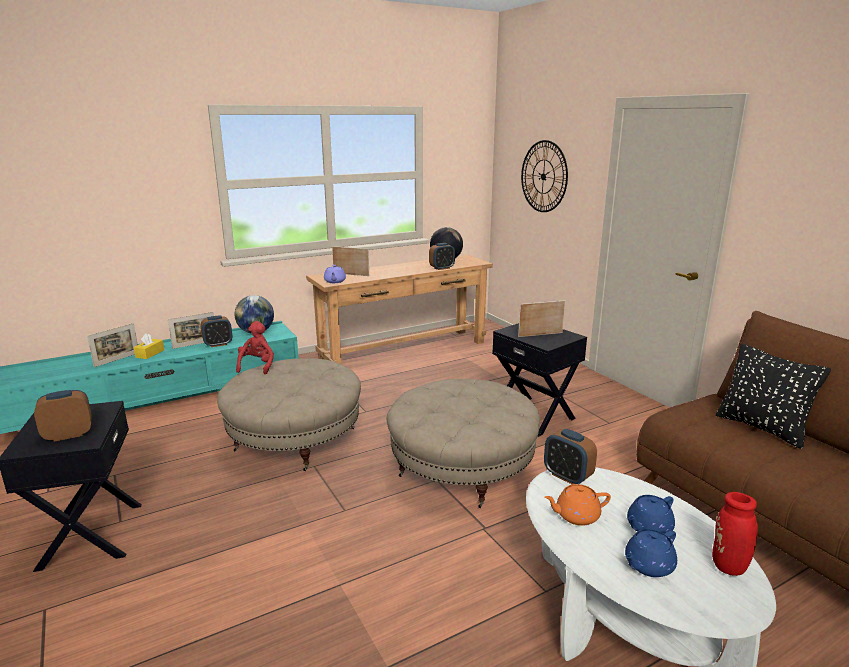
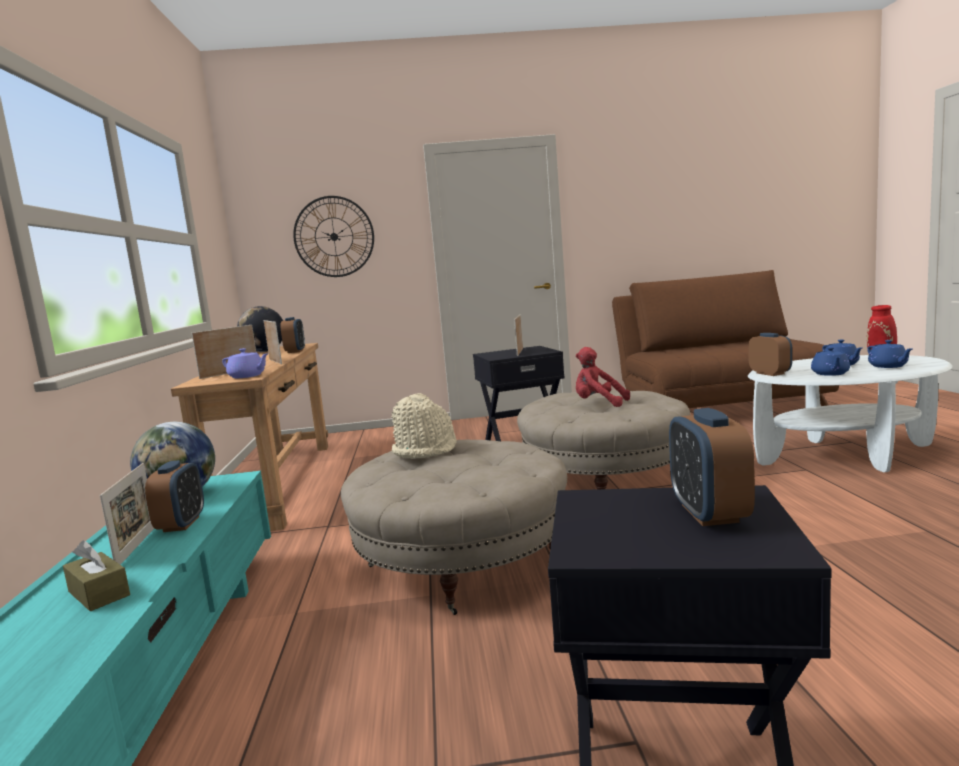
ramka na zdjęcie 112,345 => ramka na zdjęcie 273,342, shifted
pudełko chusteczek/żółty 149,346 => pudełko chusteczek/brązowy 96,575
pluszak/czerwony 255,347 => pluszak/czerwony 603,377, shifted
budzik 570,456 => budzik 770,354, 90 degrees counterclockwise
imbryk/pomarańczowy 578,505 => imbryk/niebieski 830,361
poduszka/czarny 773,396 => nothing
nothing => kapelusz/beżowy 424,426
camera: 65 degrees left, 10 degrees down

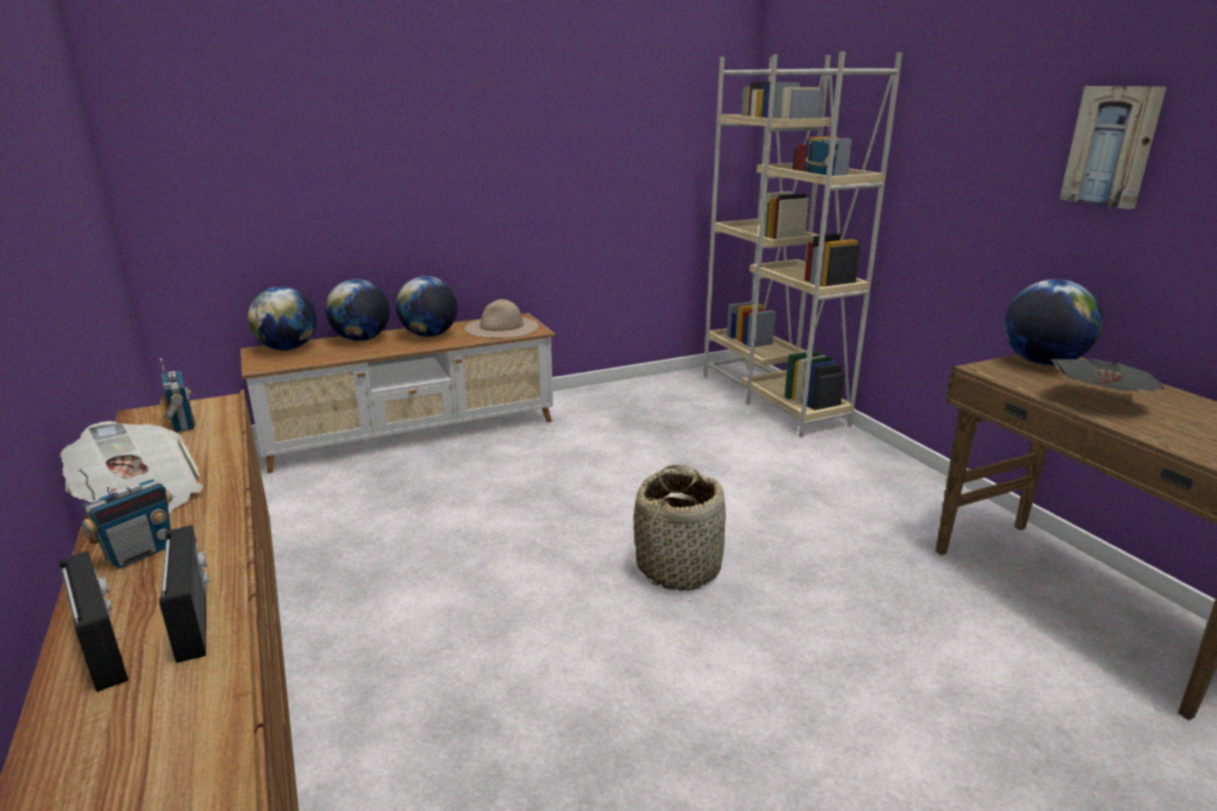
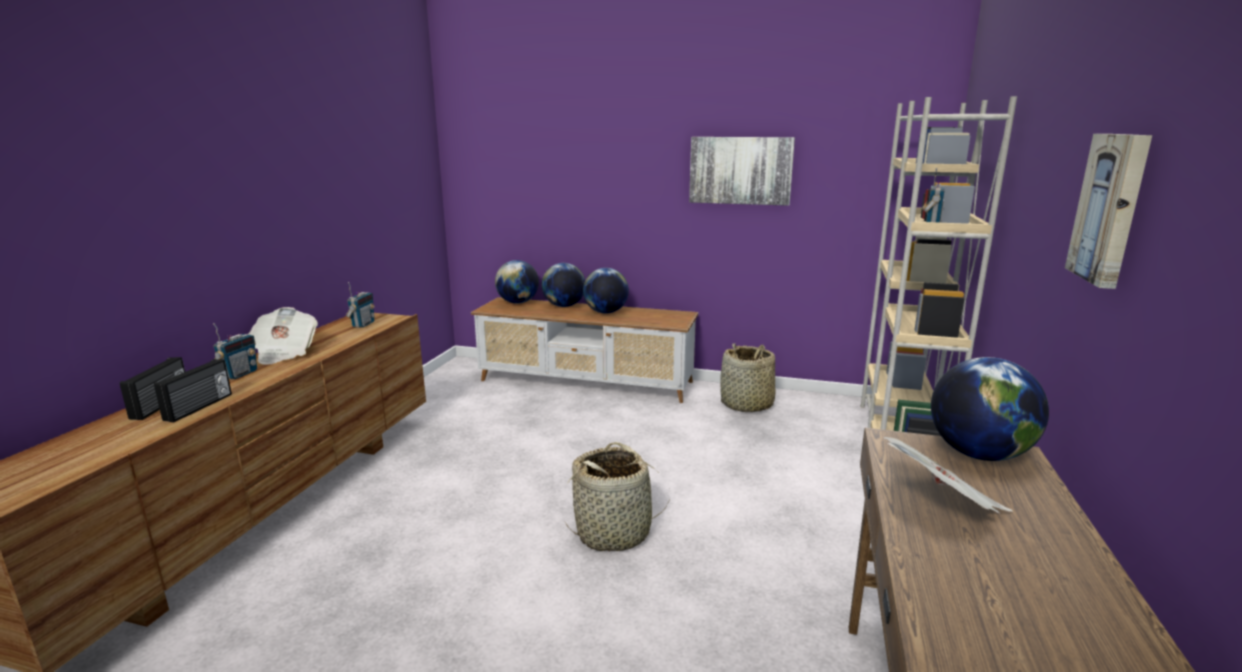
radio 125,518 => radio 235,351, 60 degrees counterclockwise
kapelusz/beżowy 501,318 => nothing
nothing => obraz 742,171
nothing => koszyk 747,378
camera: 40 degrees right, 5 degrees down

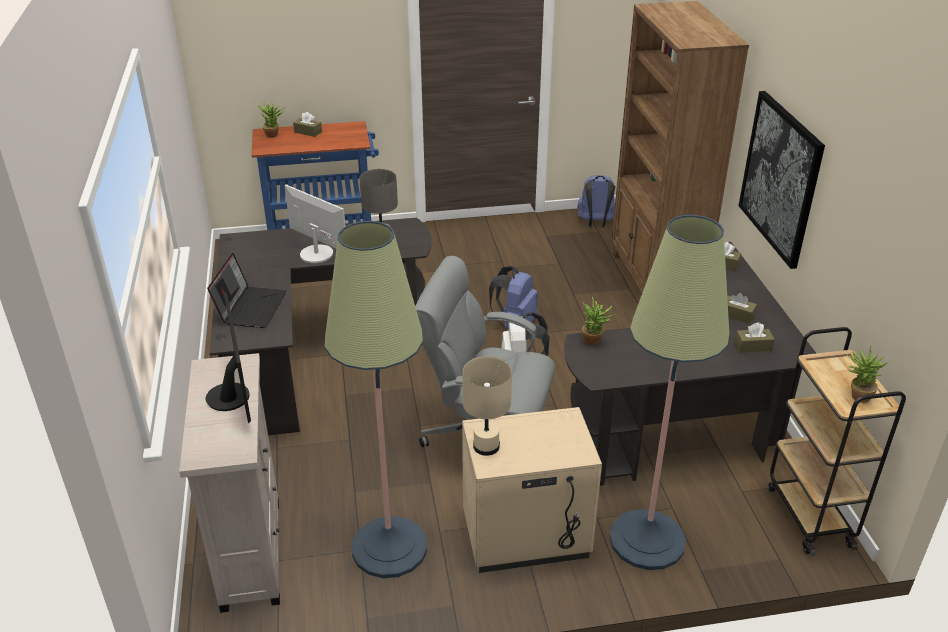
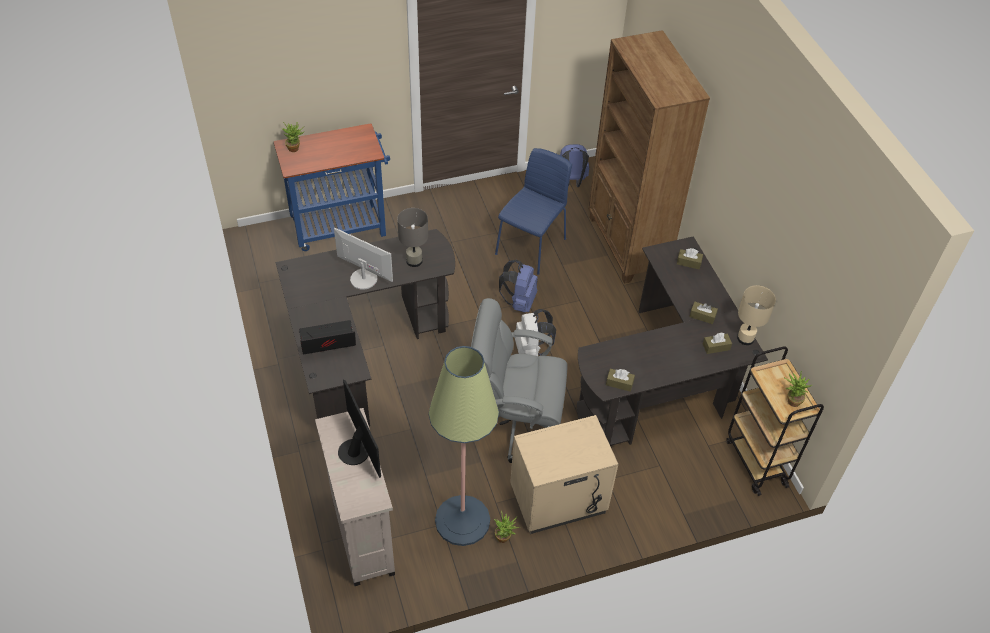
laptop 247,290 => laptop 327,337, 105 degrees counterclockwise
pudełko chusteczek/brązowy 307,124 => pudełko chusteczek/brązowy 620,380, shifted
lampa stołowa/beżowy 487,406 => lampa stołowa/beżowy 756,315, shifted
roślina doniczkowa 599,321 => roślina doniczkowa 506,527, shifted
lampa stojąca 669,392 => nothing
obraz 781,180 => nothing
nothing => krzesło/niebieski 533,211
camera: 10 degrees left, 15 degrees up

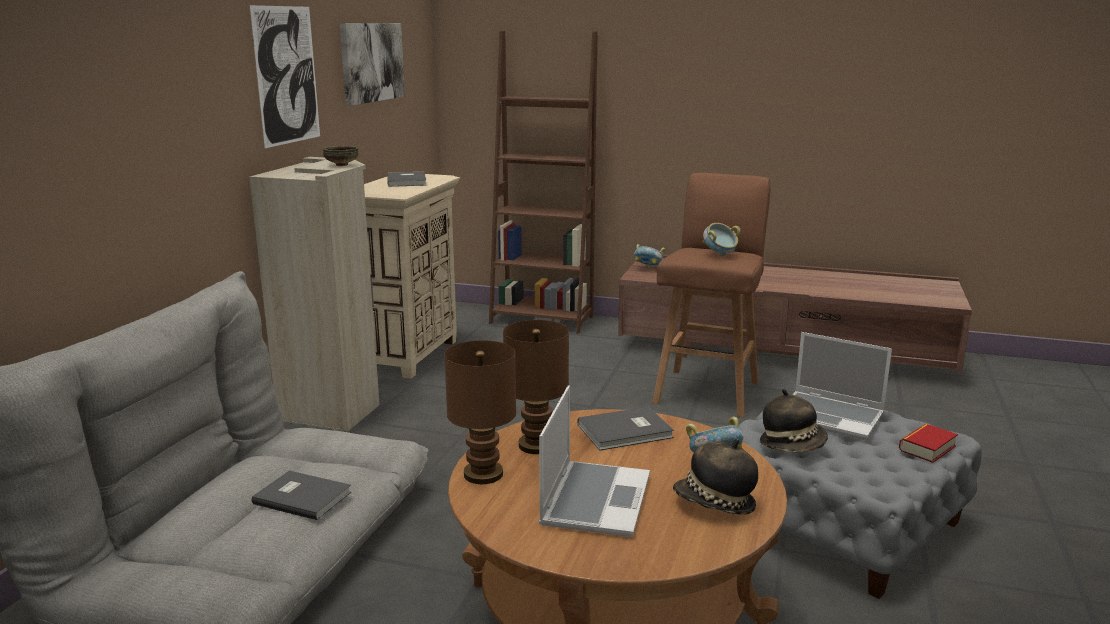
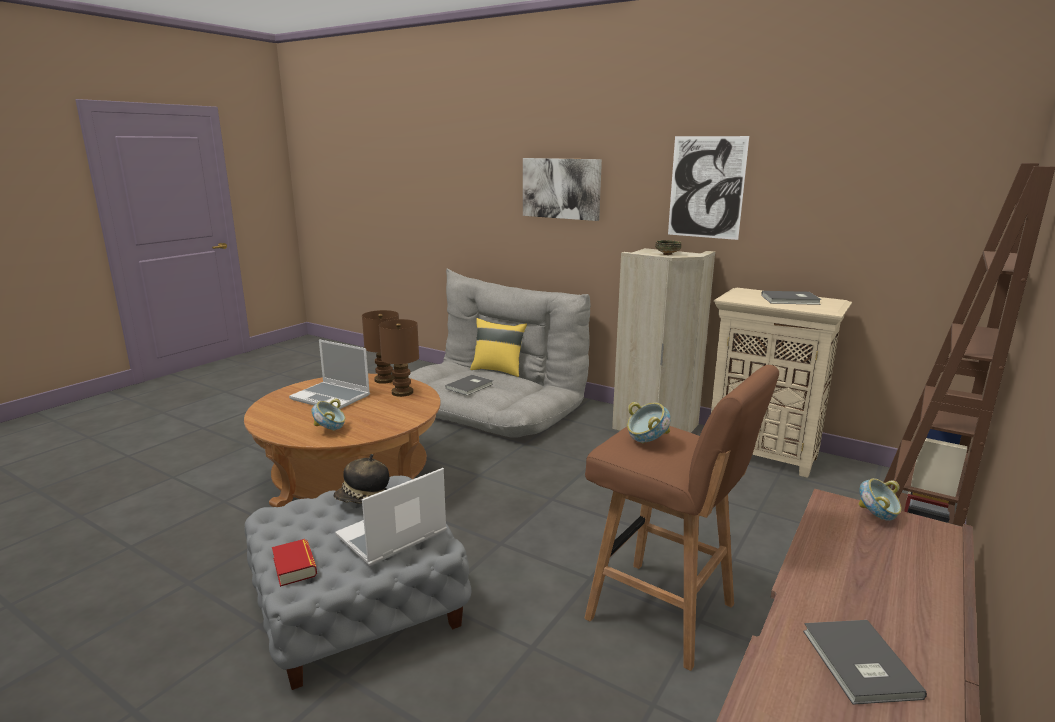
obraz 372,64 => obraz 562,189, shifted
książka/szary 626,429 => książka/szary 865,662, shifted
kapelusz 715,477 => nothing
nothing => poduszka/żółty 498,347
camera: 105 degrees right, 0 degrees up

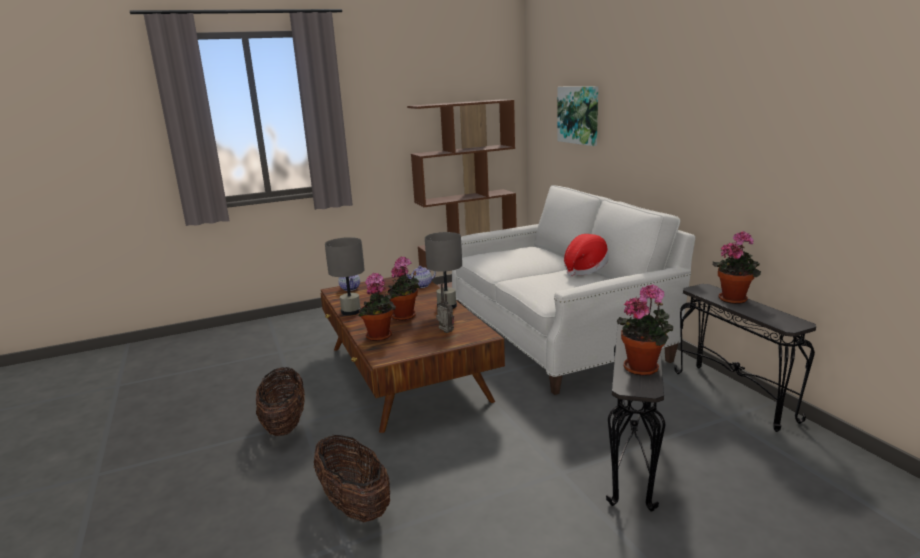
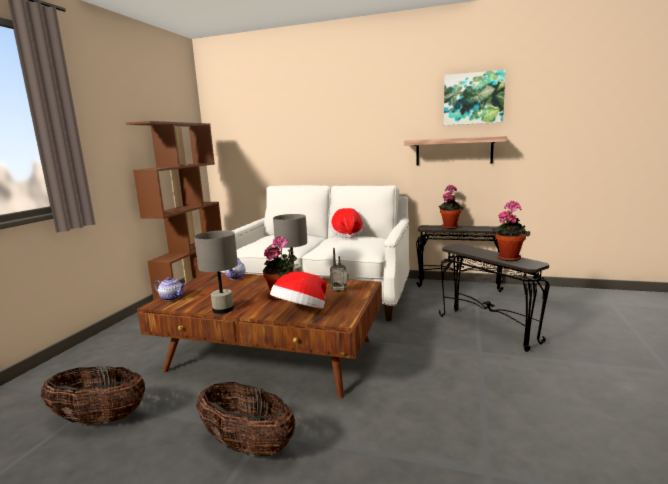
koszyk 352,478 => koszyk 93,395, shifted
roślina doniczkowa 377,307 => kapelusz 298,290
obraz 577,116 => obraz 475,97, shifted
nothing => półka 455,150
camera: 50 degrees left, 5 degrees down

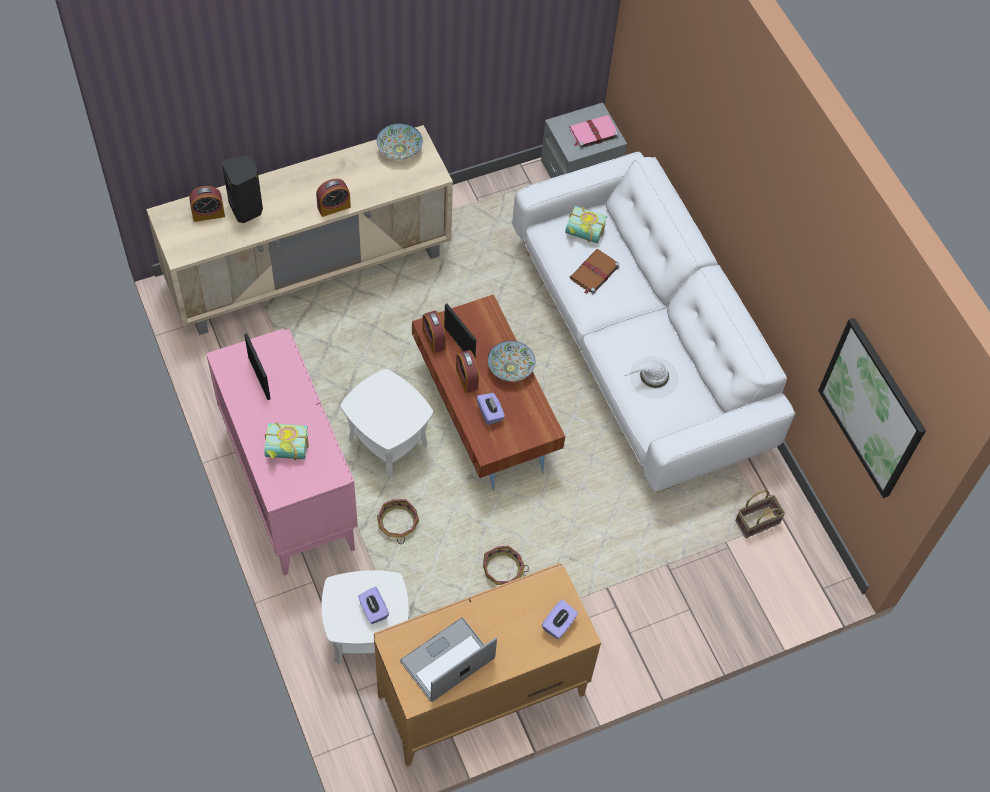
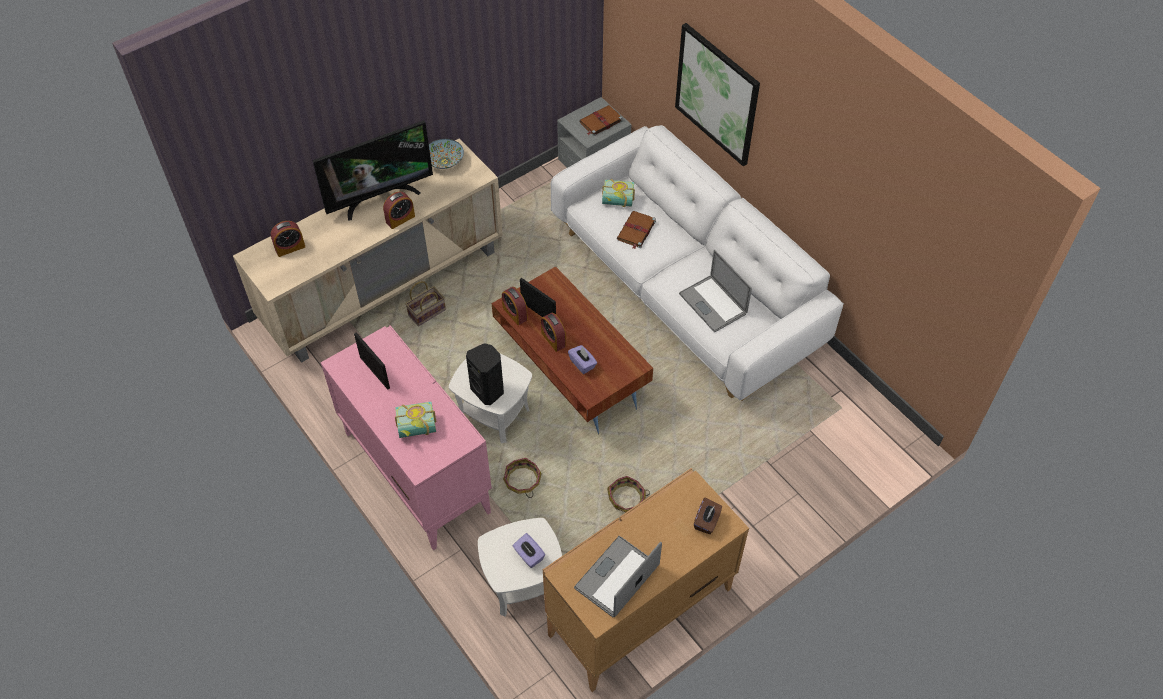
głośnik/czarny 242,189 => głośnik/czarny 485,374, shifted
miska 512,361 => nothing
pudełko chusteczek/fioletowy 560,619 => pudełko chusteczek/brązowy 708,515
książka/różowy 594,132 => książka/brązowy 601,120
kapelusz/biały 651,377 => laptop 715,291
koszyk 760,514 => koszyk 425,303, shifted
obraz 872,408 => obraz 717,94, shifted
nothing => telewizor 373,170
camera: 10 degrees left, 5 degrees down

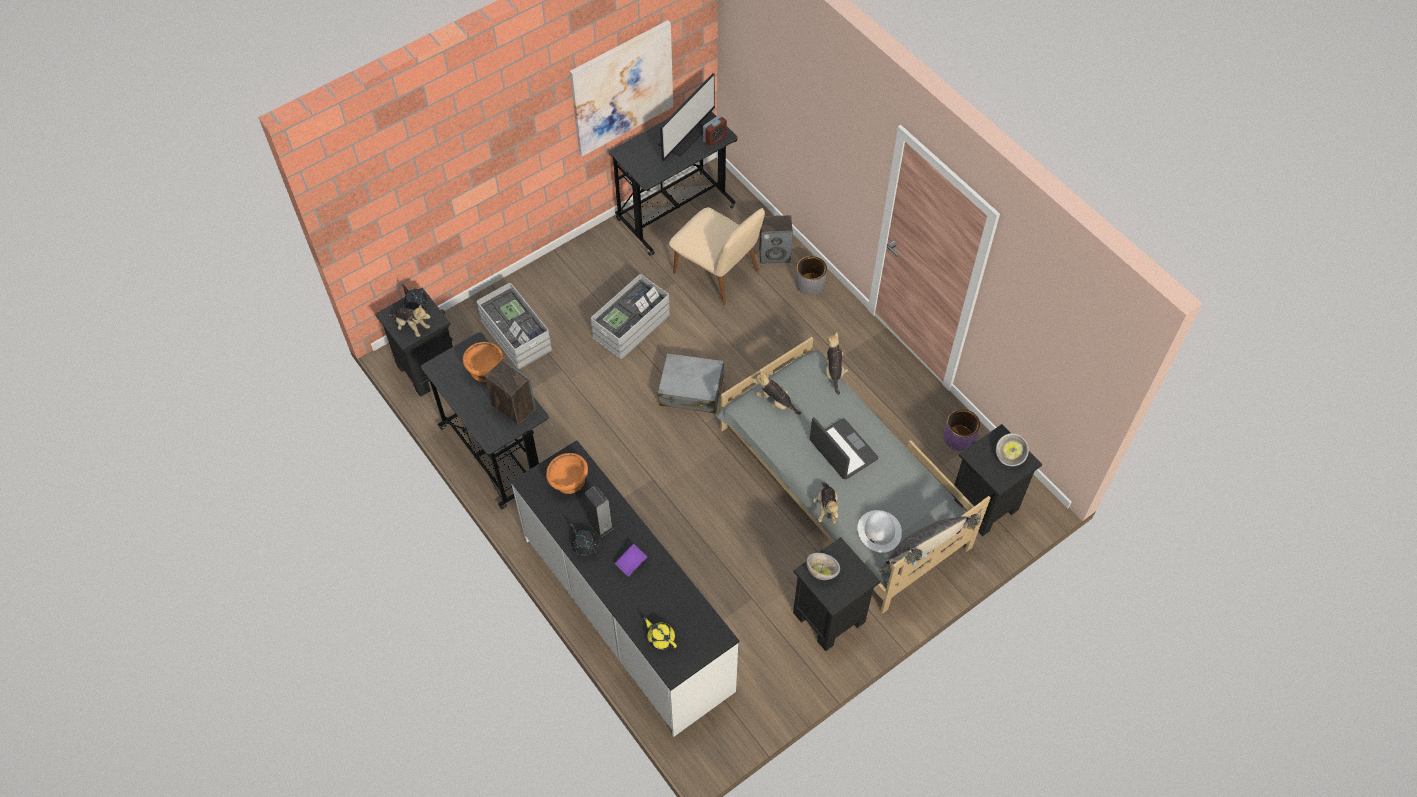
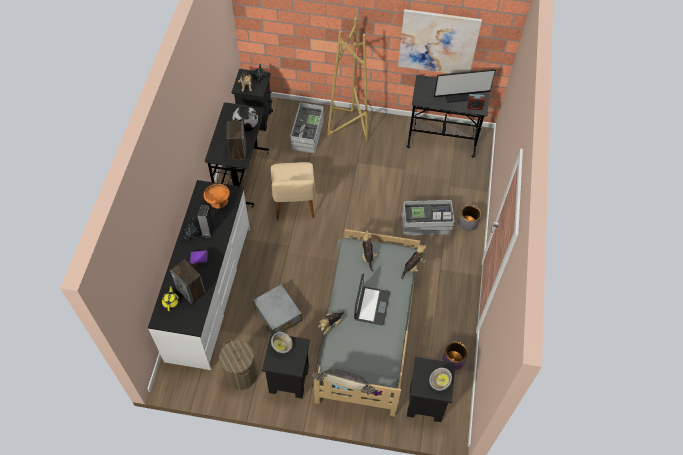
miska/pomarańczowy 483,362 => globus 245,118
pojemnik do przechowywania/szary 630,316 => pojemnik do przechowywania/szary 428,217, shifted
walizka/szary 691,383 => walizka/szary 277,309, shifted
krzesło/beżowy 717,256 => krzesło/beżowy 293,191, shifted
głośnik 776,239 => głośnik 187,282, shifted
kapelusz/biały 879,531 => nothing
nothing => kosz na pranie 238,364
nothing => wieszak/żółty 347,79
camera: 45 degrees right, 0 degrees up

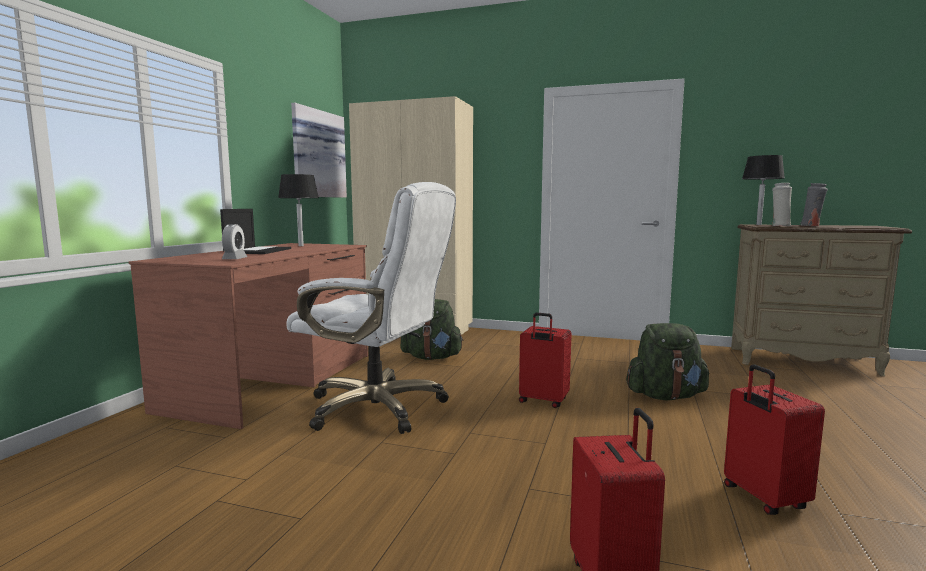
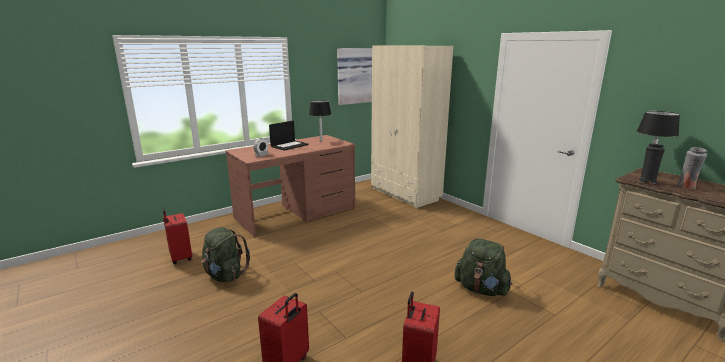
krzesło biurowe/biały 371,308 => nothing
plecak/zielony 432,329 => plecak/zielony 225,254, shifted
walizka/czerwony 545,360 => walizka/czerwony 177,236, shifted
wazon/biały 782,204 => wazon/czarny 652,163
camera: 35 degrees right, 10 degrees up

